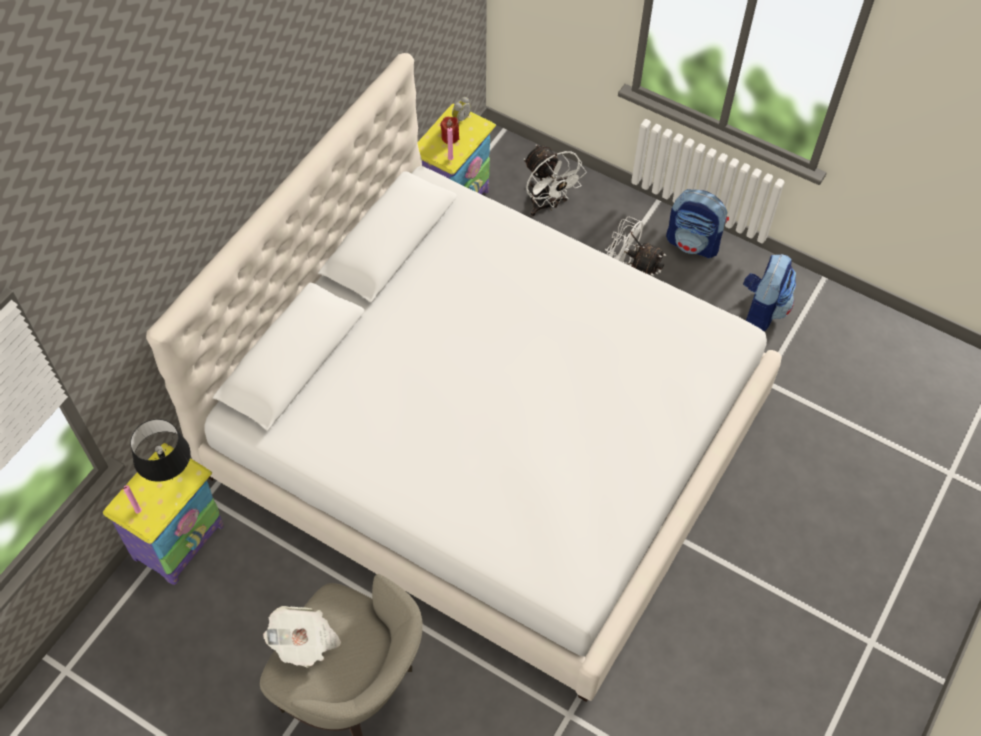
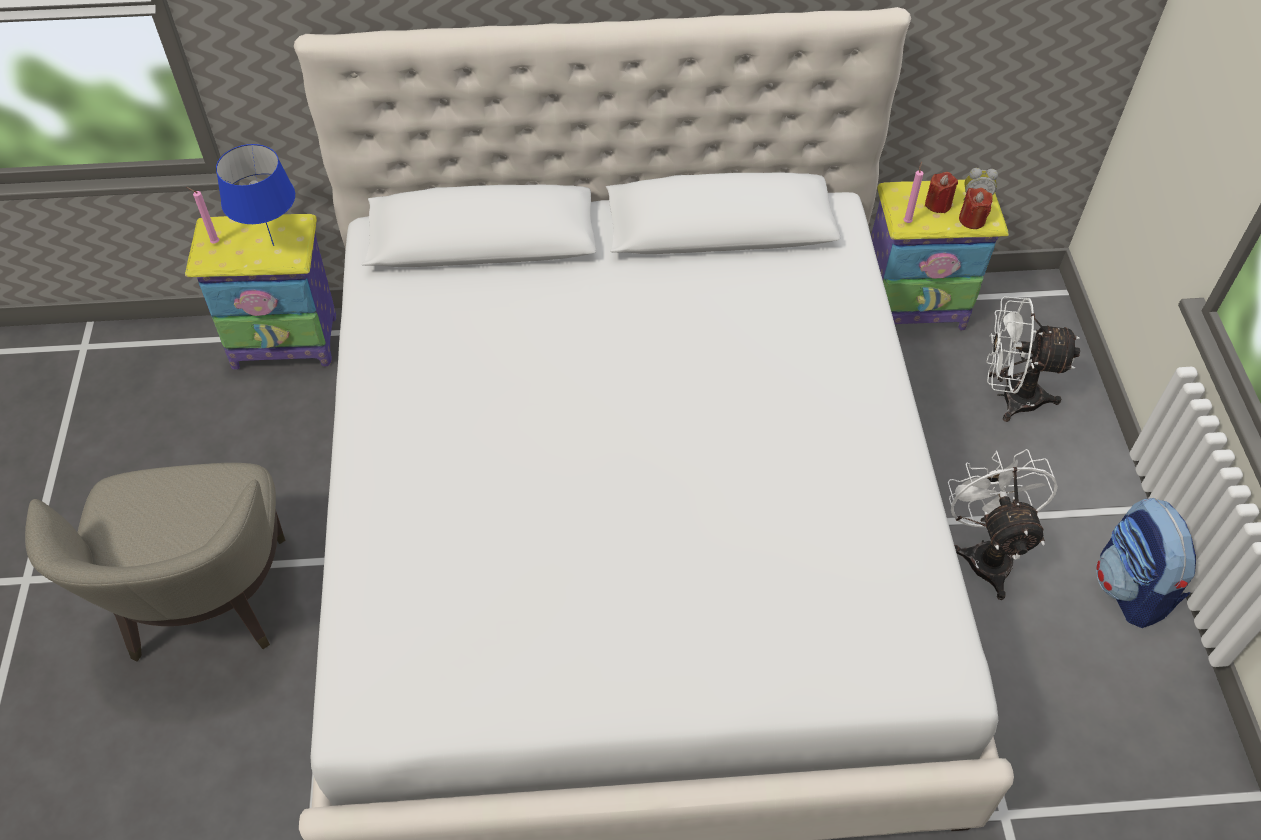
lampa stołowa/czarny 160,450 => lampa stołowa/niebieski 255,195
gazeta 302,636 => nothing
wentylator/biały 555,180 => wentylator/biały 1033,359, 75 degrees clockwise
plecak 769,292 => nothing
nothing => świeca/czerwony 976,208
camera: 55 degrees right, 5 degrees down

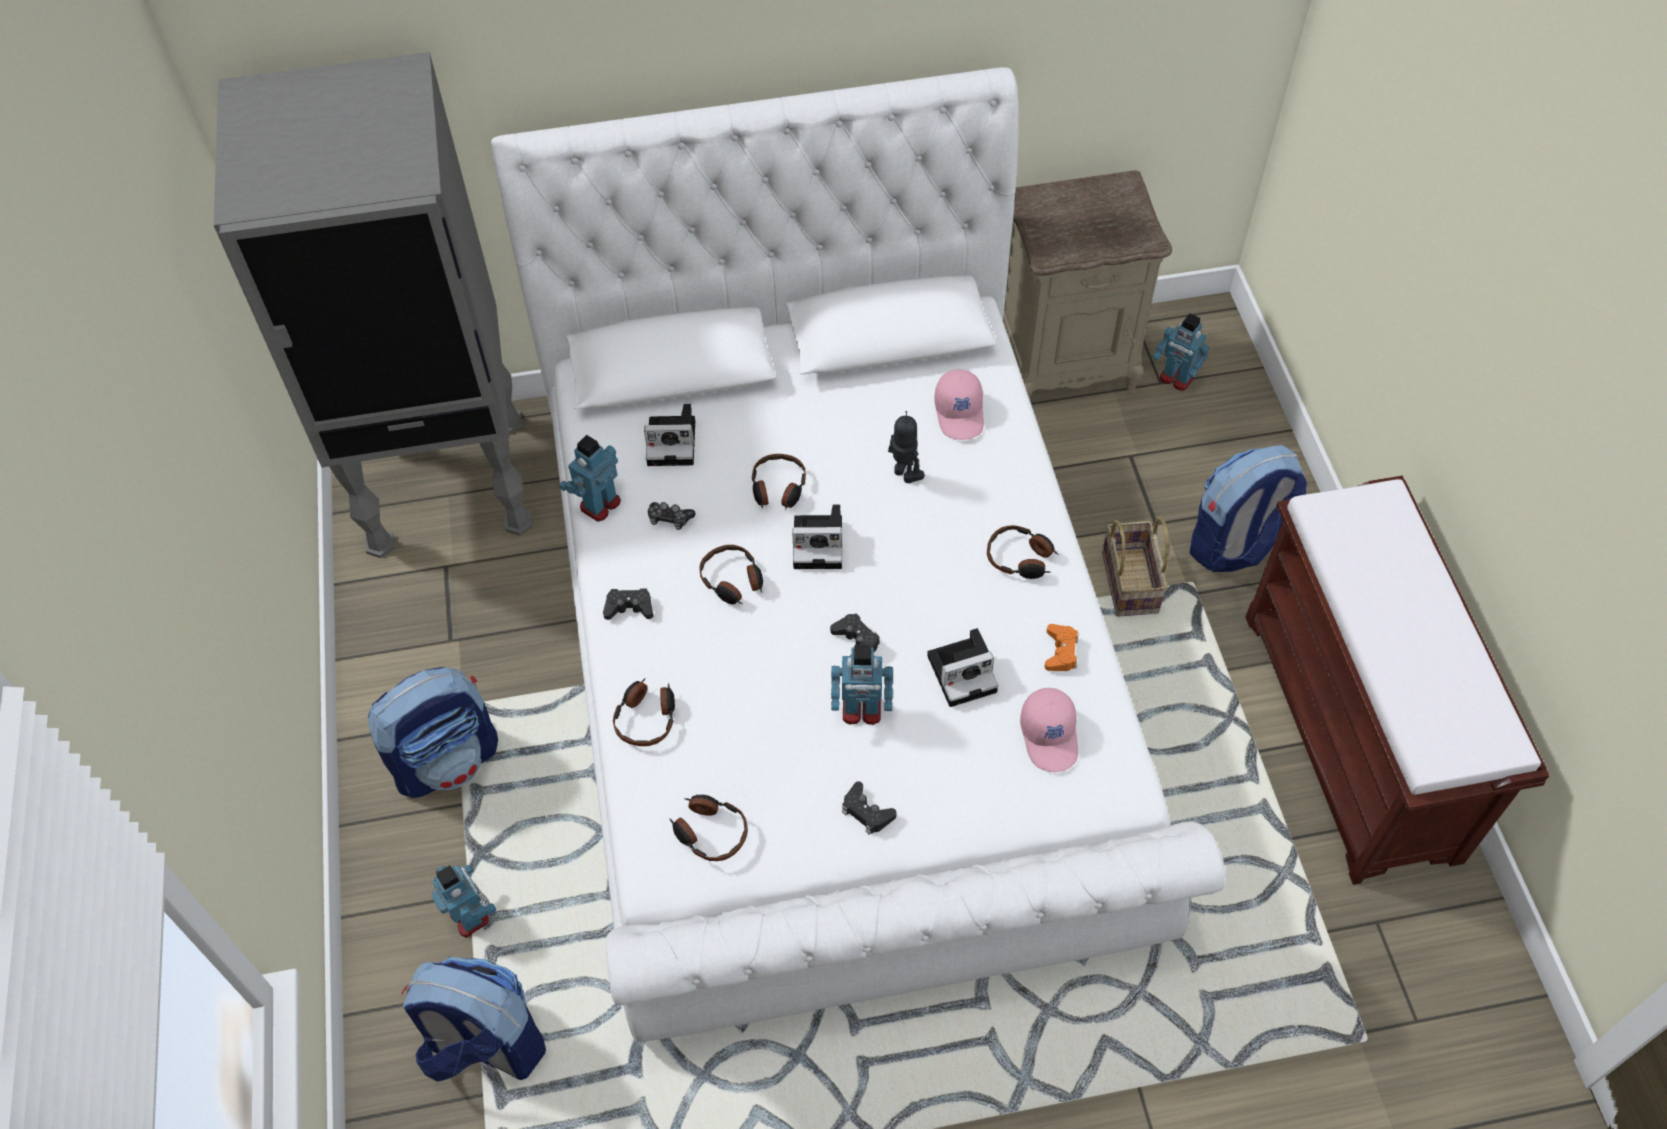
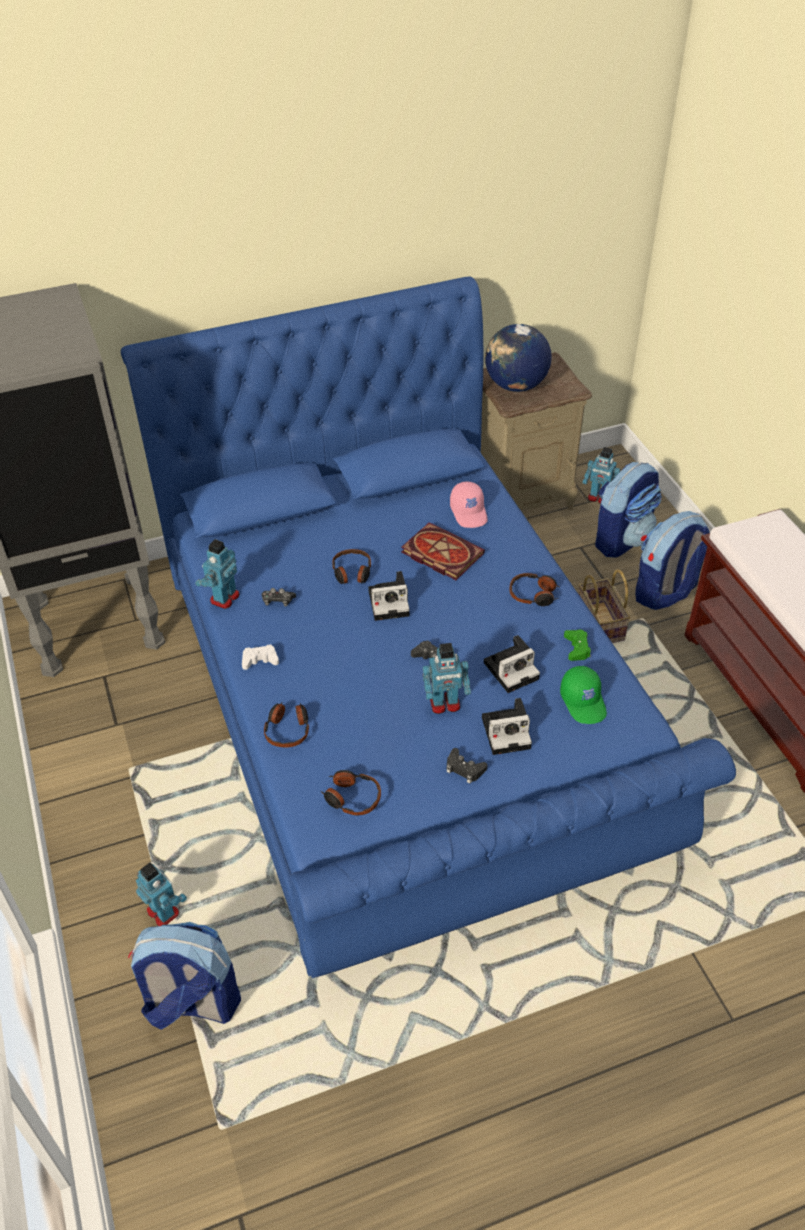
plecak 433,732 => plecak 628,510, shifted
łóżko/biały 858,554 => łóżko/niebieski 428,627
pad do gier/czarny 628,604 => pad do gier/biały 260,657
aparat fotograficzny 669,435 => aparat fotograficzny 507,726, shifted
słuchawki 731,574 => nothing
robot zabawkowy 906,447 => książka 443,551
czapka z daszkiem/różowy 1049,730 => czapka z daszkiem/zielony 583,695
pad do gier/pomarańczowy 1061,647 => pad do gier/zielony 577,645
nothing => globus 518,358
camera: 10 degrees left, 10 degrees down

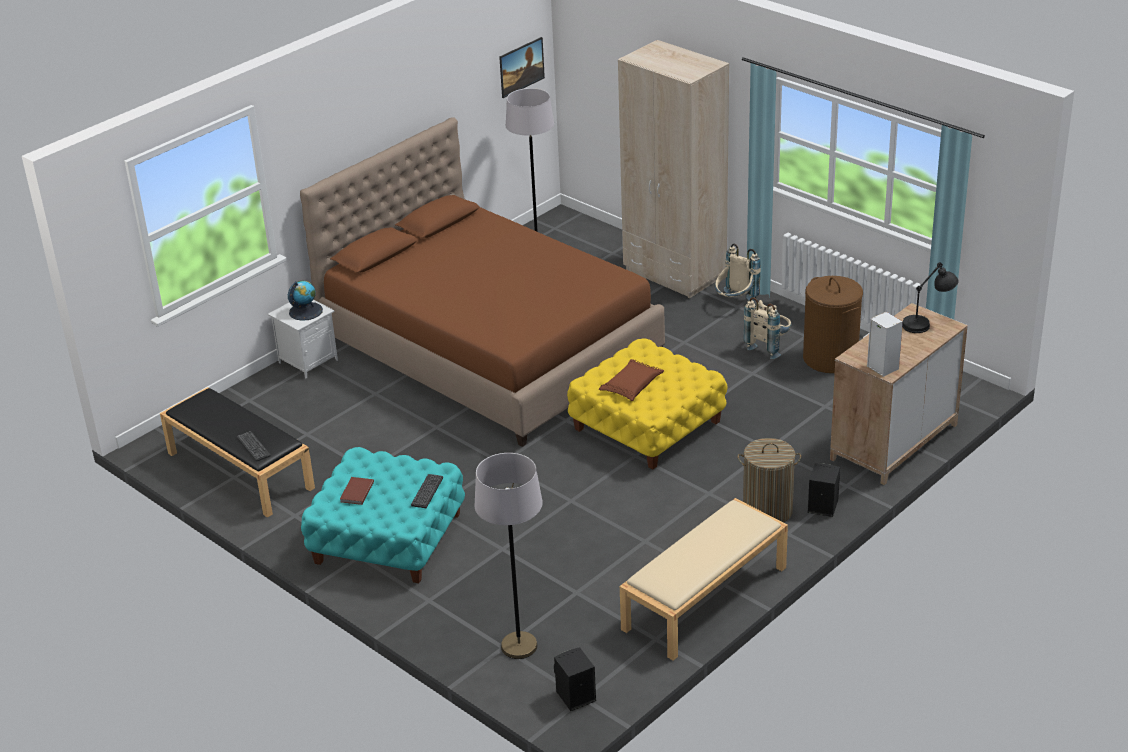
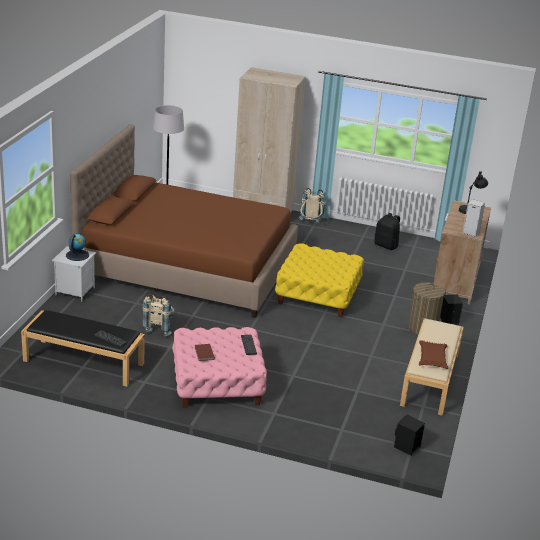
pufa/turkusowy 383,515 => pufa/różowy 219,367
lampa stojąca/szary 508,556 => nothing
obraz 522,67 => nothing
poduszka/brązowy 631,380 => poduszka/brązowy 434,355, shifted
plecak/beżowy 768,328 => plecak/beżowy 159,315, shifted
kosz na pranie/brązowy 833,324 => plecak/czarny 387,231
camera: 30 degrees left, 5 degrees down

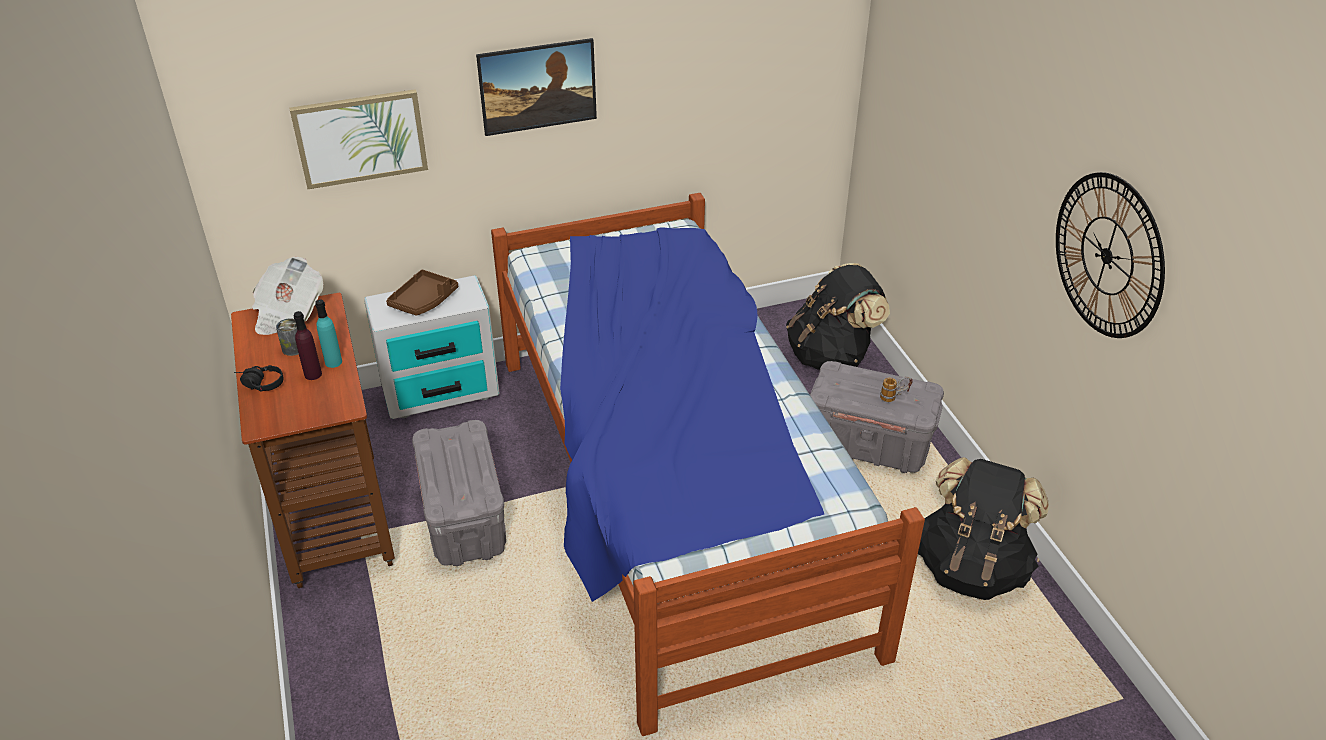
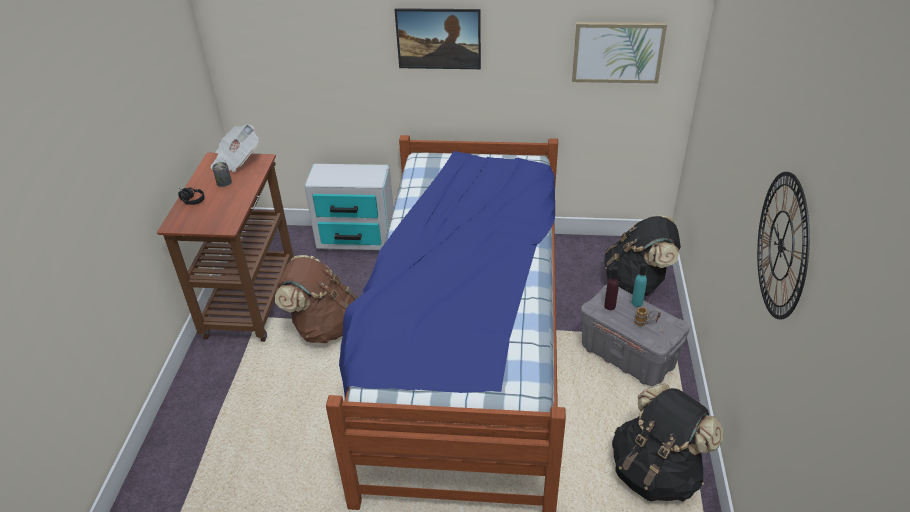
obraz 358,139 => obraz 619,52, shifted
butelka/fioletowy 308,345 => butelka/fioletowy 611,288, shifted
butelka/turkusowy 328,333 => butelka/turkusowy 639,285, shifted
taca/brązowy 422,293 => nothing
pojemnik do przechowywania/szary 459,493 => plecak/brązowy 316,299
camera: 25 degrees right, 0 degrees up

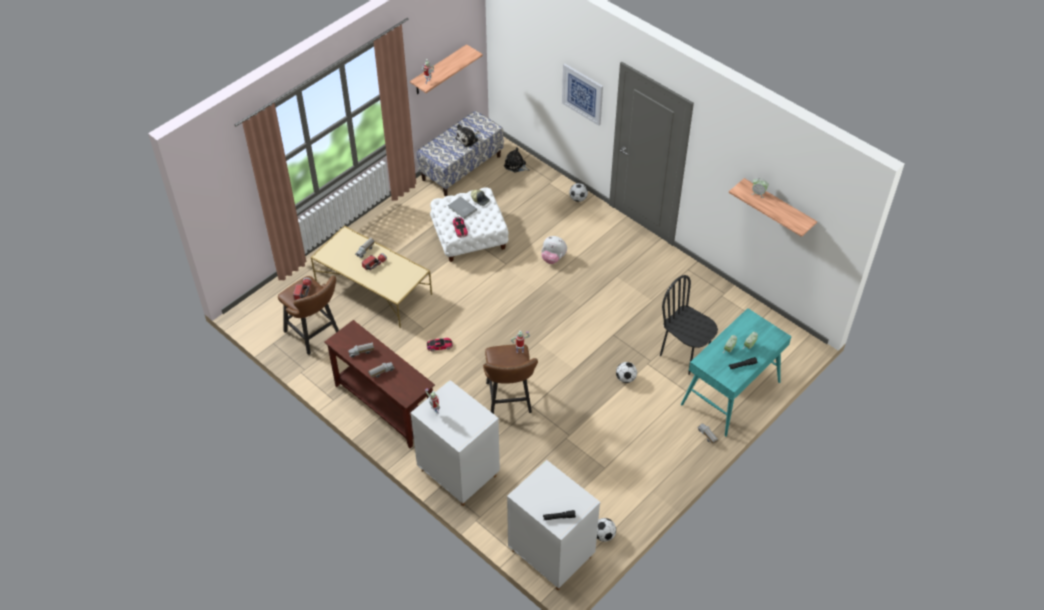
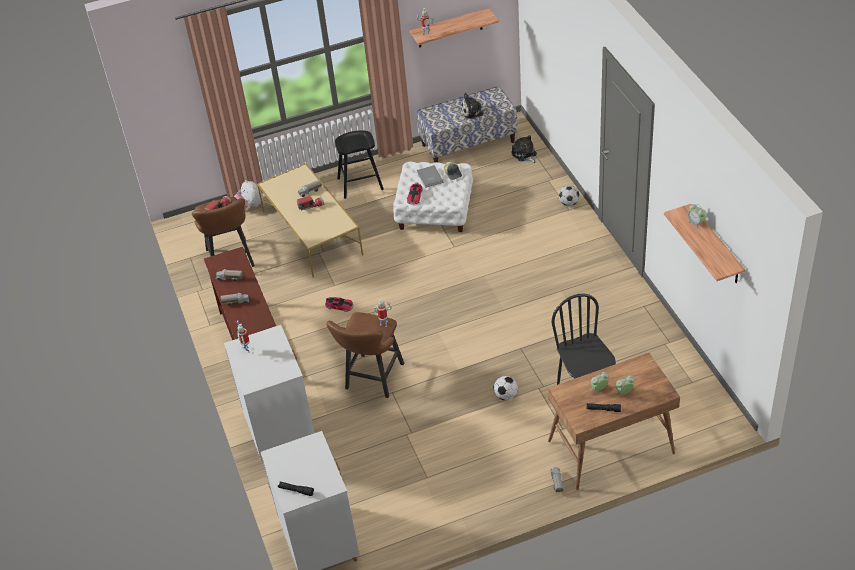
pluszak 554,250 => pluszak 248,194, shifted
obraz 582,95 => nothing
piłka futbolowa 606,530 => nothing
biurko/turkusowy 736,372 => biurko/brązowy 614,421
nothing => stołek/czarny 359,165
camera: 30 degrees right, 5 degrees down

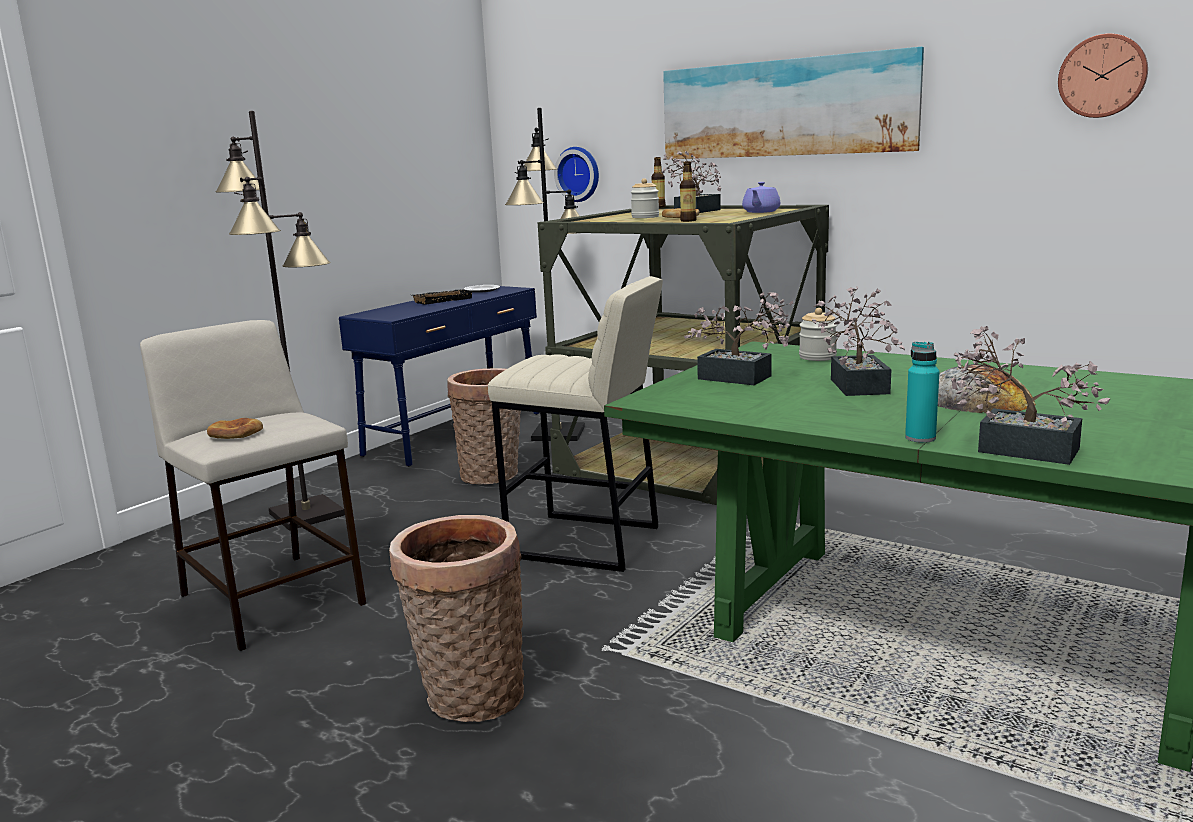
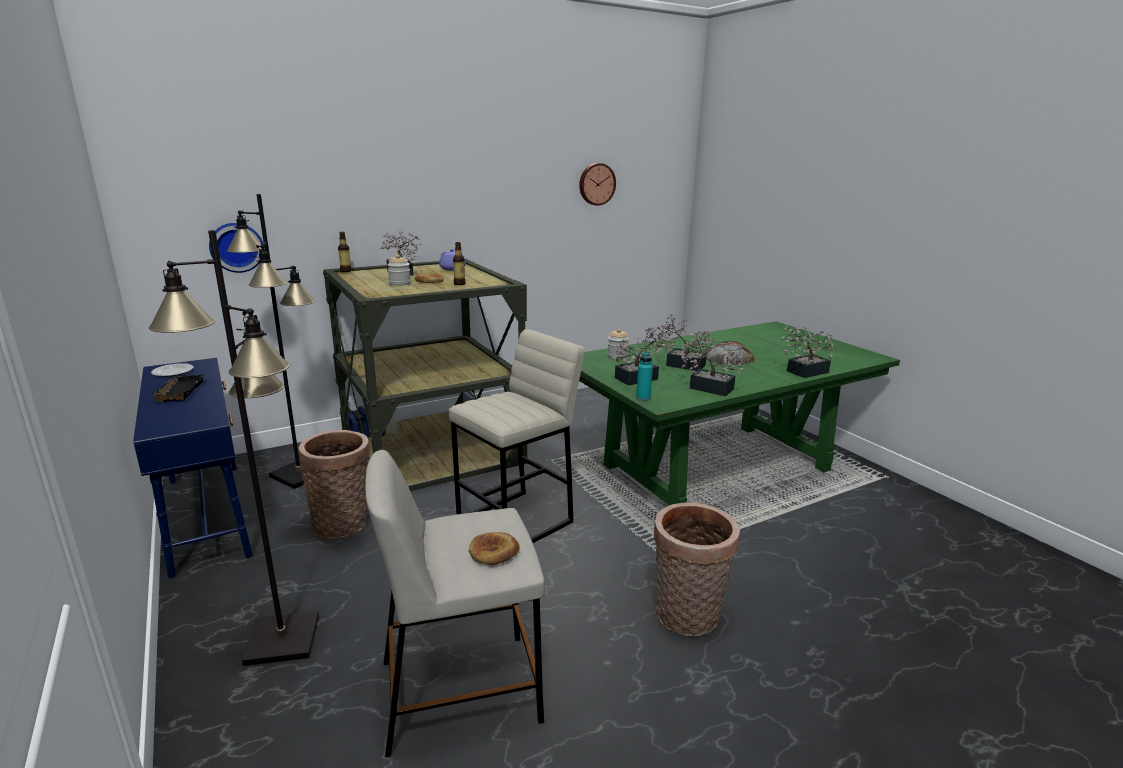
obraz 793,103 => nothing
butelka/turkusowy 922,392 => butelka/turkusowy 644,376, shifted
nothing => roślina doniczkowa 712,363
camera: 65 degrees left, 5 degrees up

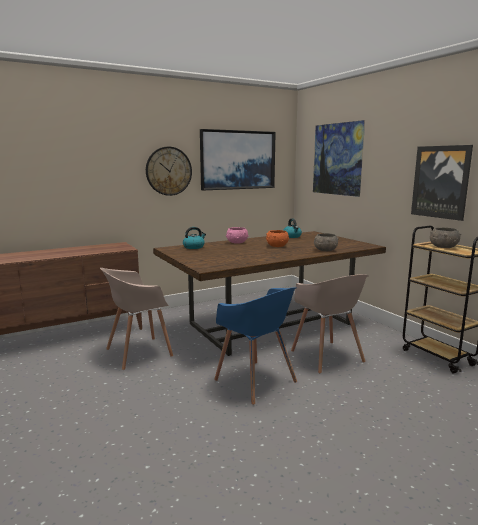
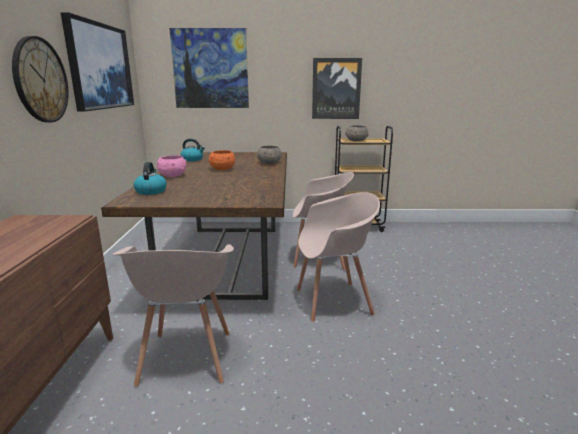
krzesło/niebieski 255,346 => krzesło/beżowy 338,257
camera: 60 degrees left, 5 degrees up

